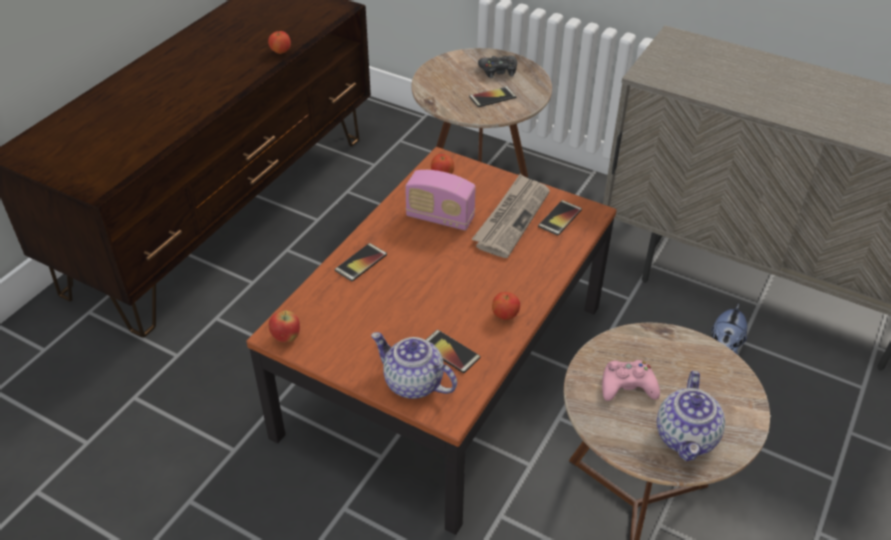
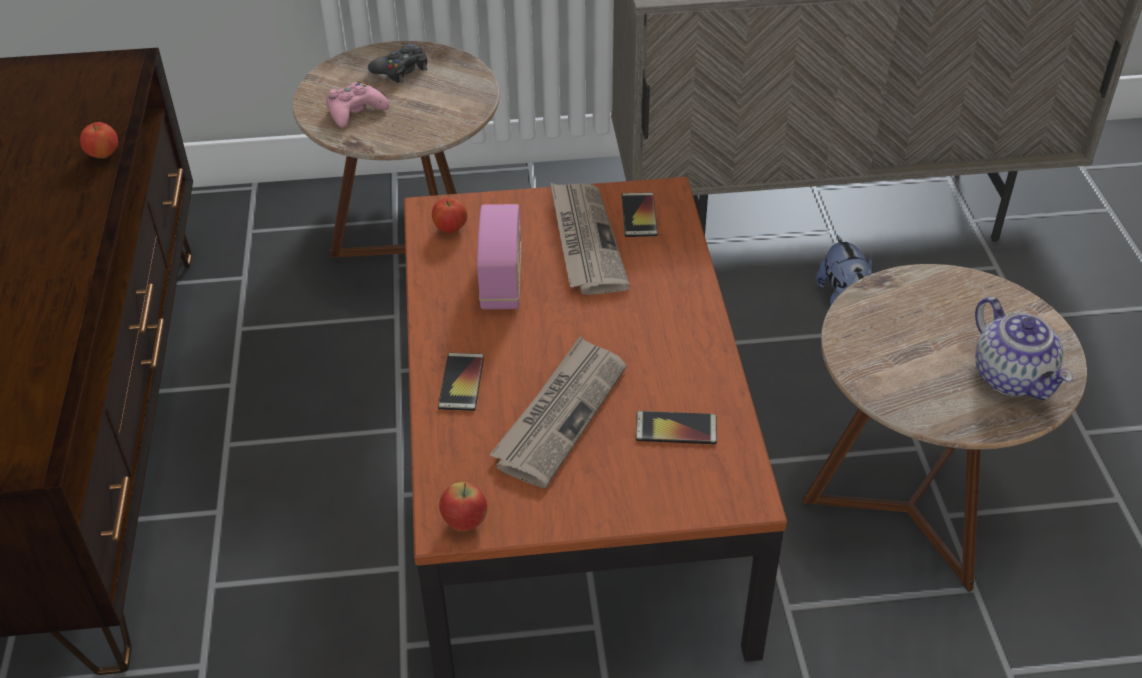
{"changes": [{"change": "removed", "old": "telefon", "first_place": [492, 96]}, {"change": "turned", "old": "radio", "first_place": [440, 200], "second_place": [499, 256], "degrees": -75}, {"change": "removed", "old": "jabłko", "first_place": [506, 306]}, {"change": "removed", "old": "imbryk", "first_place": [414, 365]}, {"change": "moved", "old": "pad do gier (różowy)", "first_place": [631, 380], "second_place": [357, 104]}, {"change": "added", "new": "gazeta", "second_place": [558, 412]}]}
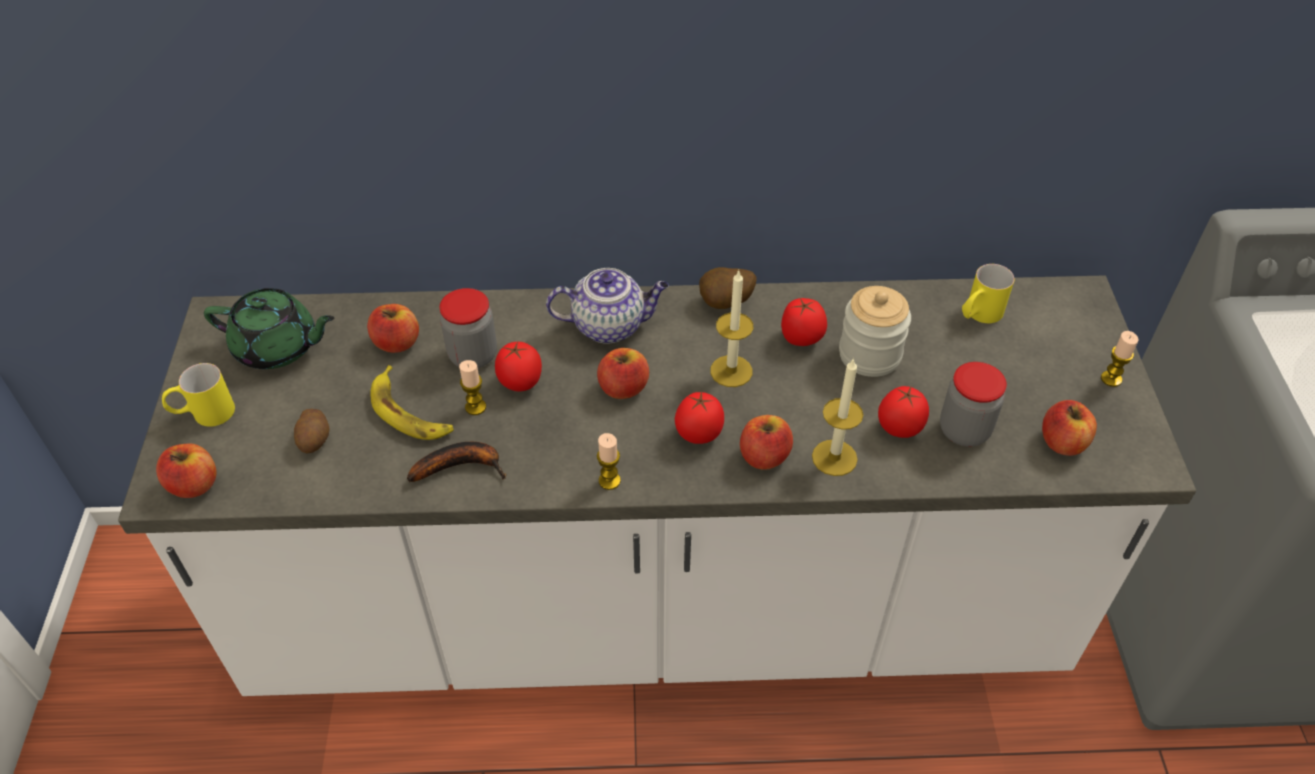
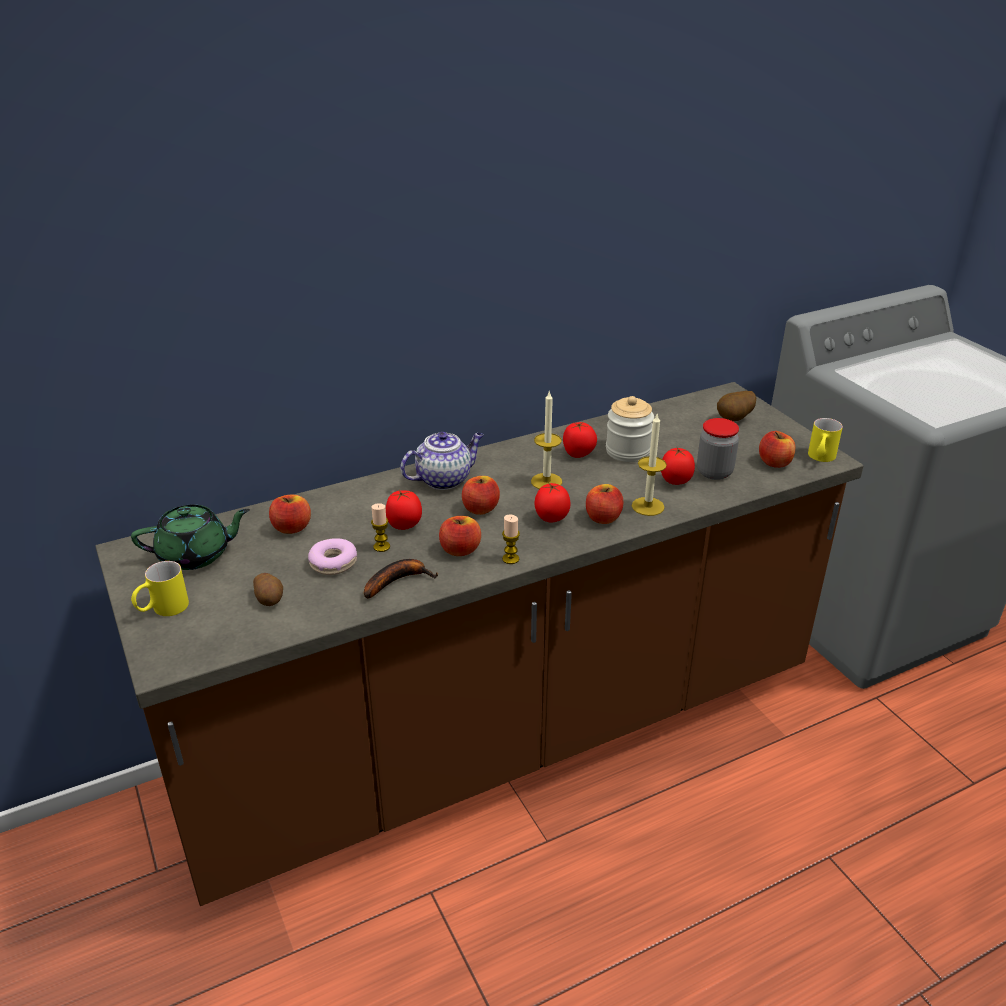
{"changes": [{"change": "moved", "old": "kubek (żółty)", "first_place": [988, 293], "second_place": [825, 440]}, {"change": "moved", "old": "ziemniak", "first_place": [728, 288], "second_place": [736, 406]}, {"change": "recoloured", "old": "zabudowa kuchenna (biały)", "new": "zabudowa kuchenna (brązowy)", "first_place": [657, 485], "second_place": [479, 644]}, {"change": "removed", "old": "słoik", "first_place": [468, 328]}, {"change": "removed", "old": "świeca", "first_place": [1119, 359]}, {"change": "replaced", "old": "banan", "new": "donut", "first_place": [412, 402], "second_place": [332, 556]}, {"change": "moved", "old": "jabłko", "first_place": [186, 471], "second_place": [460, 536]}]}
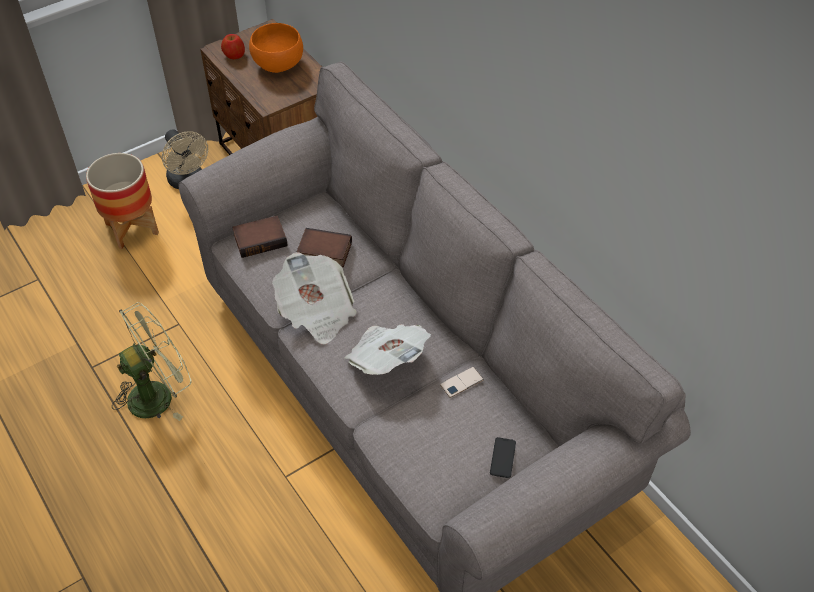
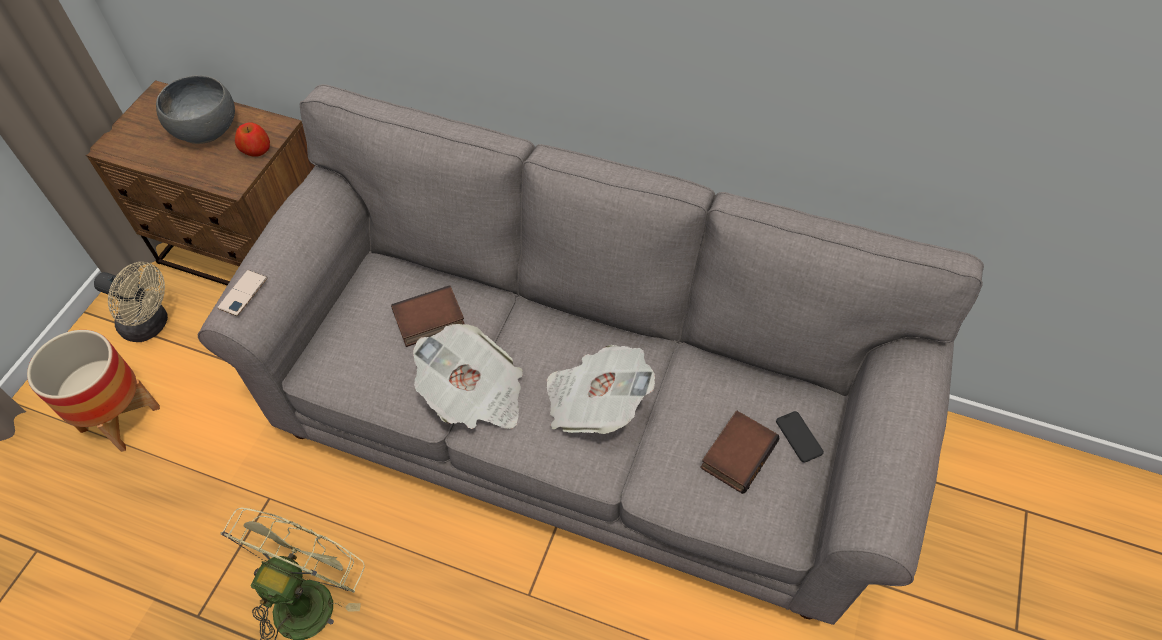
{"changes": [{"change": "recoloured", "old": "miska (pomarańczowy)", "new": "miska (szary)", "first_place": [276, 48], "second_place": [195, 109]}, {"change": "moved", "old": "jabłko", "first_place": [233, 46], "second_place": [252, 139]}, {"change": "moved", "old": "książka", "first_place": [259, 237], "second_place": [740, 452]}, {"change": "moved", "old": "telefon", "first_place": [462, 382], "second_place": [242, 293]}]}
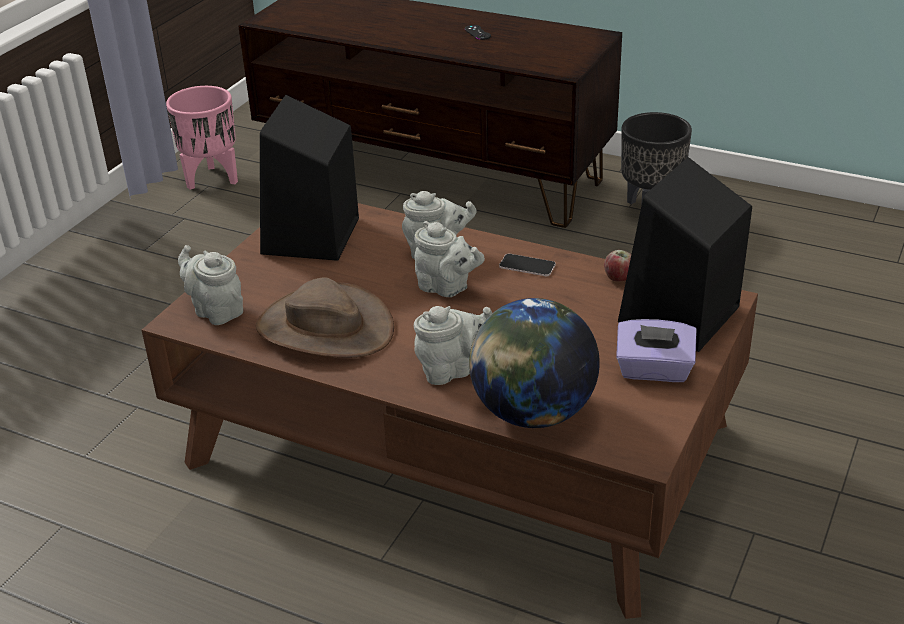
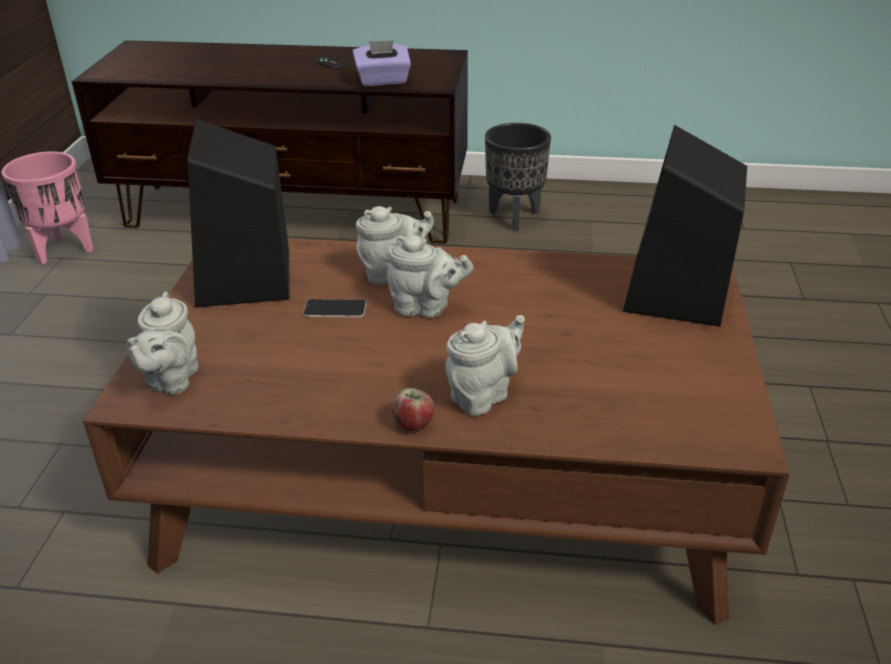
{"changes": [{"change": "turned", "old": "imbryk (szary)", "first_place": [210, 285], "second_place": [162, 343], "degrees": -105}, {"change": "moved", "old": "jabłko", "first_place": [617, 266], "second_place": [413, 409]}, {"change": "moved", "old": "telefon", "first_place": [527, 265], "second_place": [334, 308]}, {"change": "removed", "old": "kapelusz (brązowy)", "first_place": [325, 318]}, {"change": "removed", "old": "globus", "first_place": [534, 363]}, {"change": "moved", "old": "pudełko chusteczek (fioletowy)", "first_place": [656, 350], "second_place": [382, 63]}]}
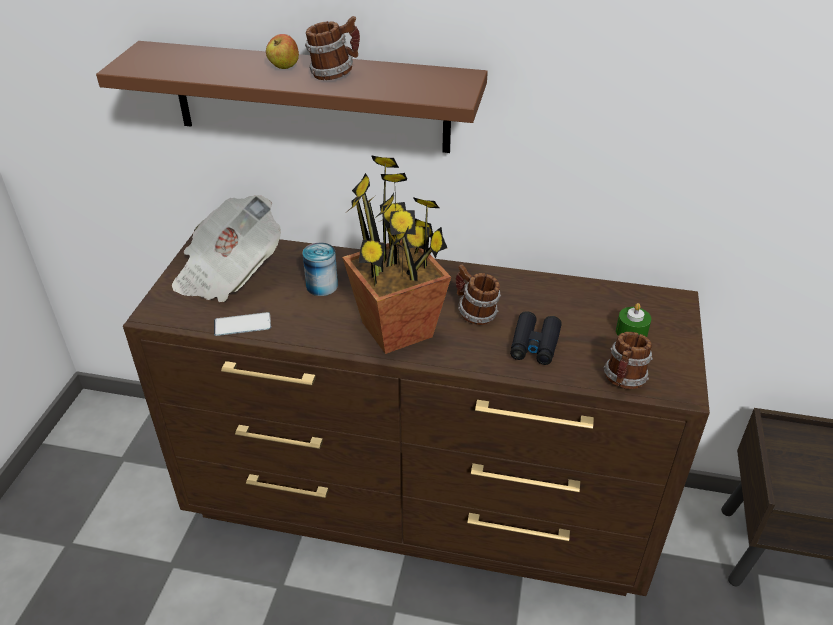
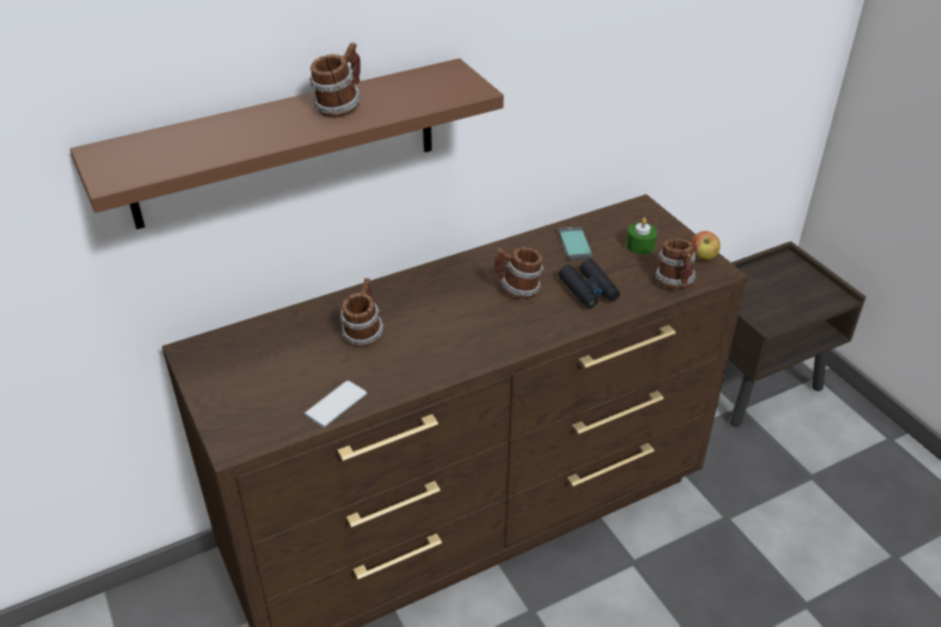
{"changes": [{"change": "moved", "old": "jabłko", "first_place": [282, 51], "second_place": [705, 245]}, {"change": "removed", "old": "roślina doniczkowa", "first_place": [396, 254]}, {"change": "removed", "old": "gazeta", "first_place": [226, 248]}, {"change": "replaced", "old": "puszka", "new": "kubek", "first_place": [320, 269], "second_place": [362, 312]}, {"change": "added", "new": "telefon", "second_place": [575, 243]}]}
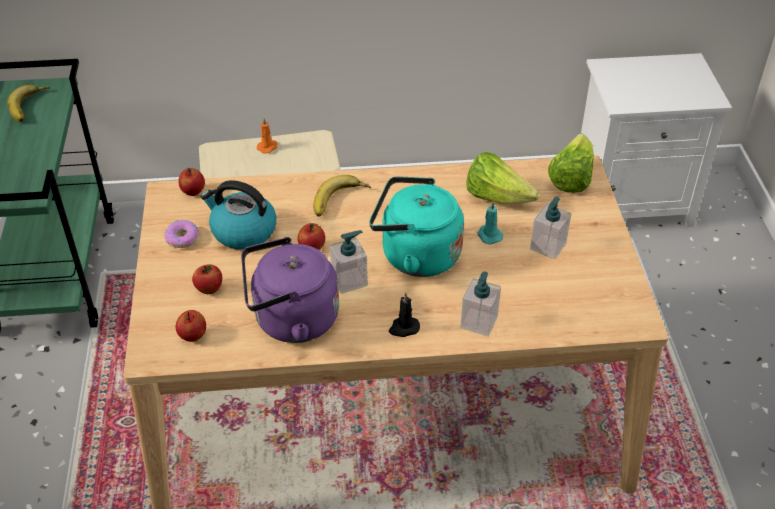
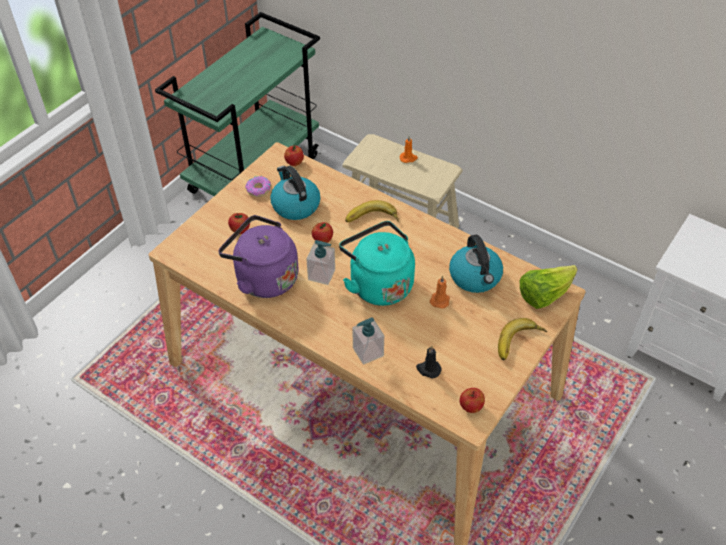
{"changes": [{"change": "moved", "old": "banan", "first_place": [29, 103], "second_place": [522, 339]}, {"change": "replaced", "old": "sałata", "new": "czajnik", "first_place": [503, 178], "second_place": [476, 264]}, {"change": "removed", "old": "dozownik mydła", "first_place": [550, 228]}, {"change": "recoloured", "old": "świeca (turkusowy)", "new": "świeca (pomarańczowy)", "first_place": [490, 222], "second_place": [440, 292]}, {"change": "moved", "old": "świeca (czarny)", "first_place": [404, 314], "second_place": [429, 362]}, {"change": "moved", "old": "jabłko", "first_place": [191, 326], "second_place": [472, 400]}]}
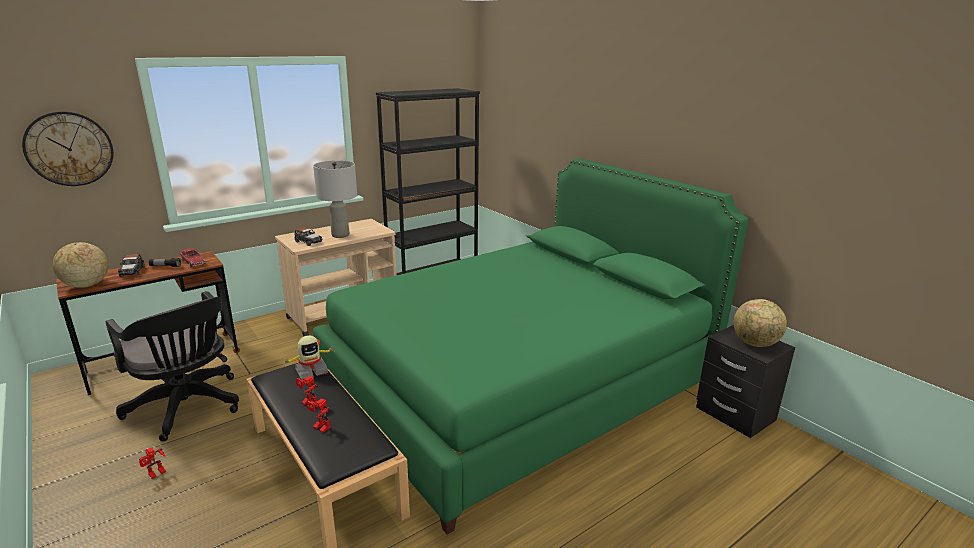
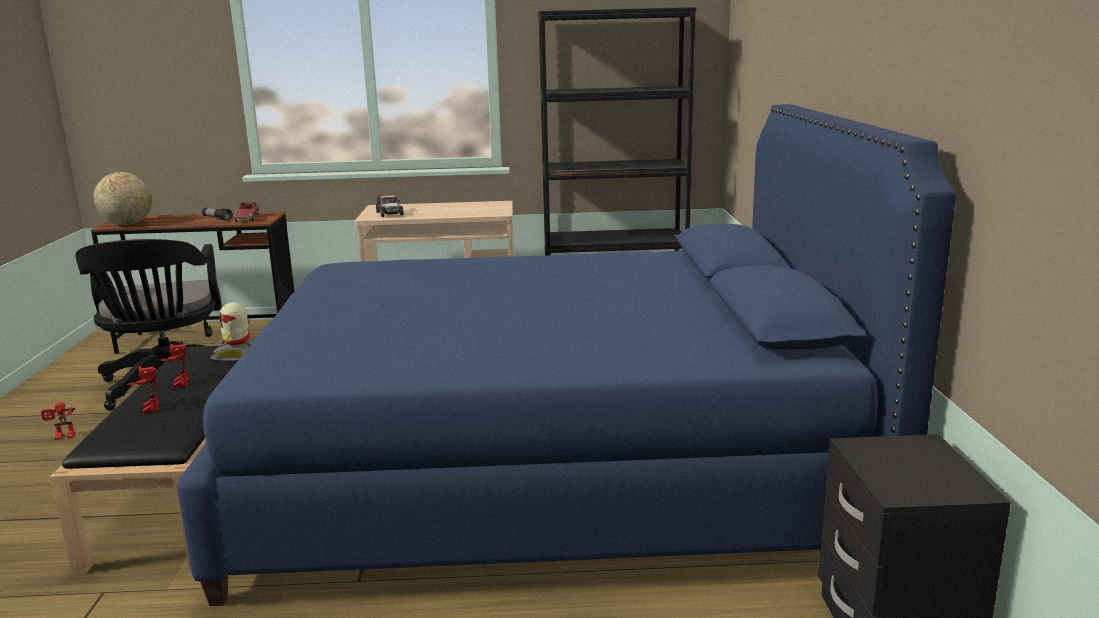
{"changes": [{"change": "removed", "old": "zegar ścienny", "first_place": [67, 148]}, {"change": "recoloured", "old": "łóżko (zielony)", "new": "łóżko (niebieski)", "first_place": [531, 346], "second_place": [566, 355]}, {"change": "removed", "old": "lampa stołowa (szary)", "first_place": [335, 199]}, {"change": "removed", "old": "samochodzik", "first_place": [131, 265]}, {"change": "removed", "old": "globus", "first_place": [760, 323]}, {"change": "turned", "old": "robot zabawkowy", "first_place": [308, 357], "second_place": [233, 331], "degrees": 90}]}
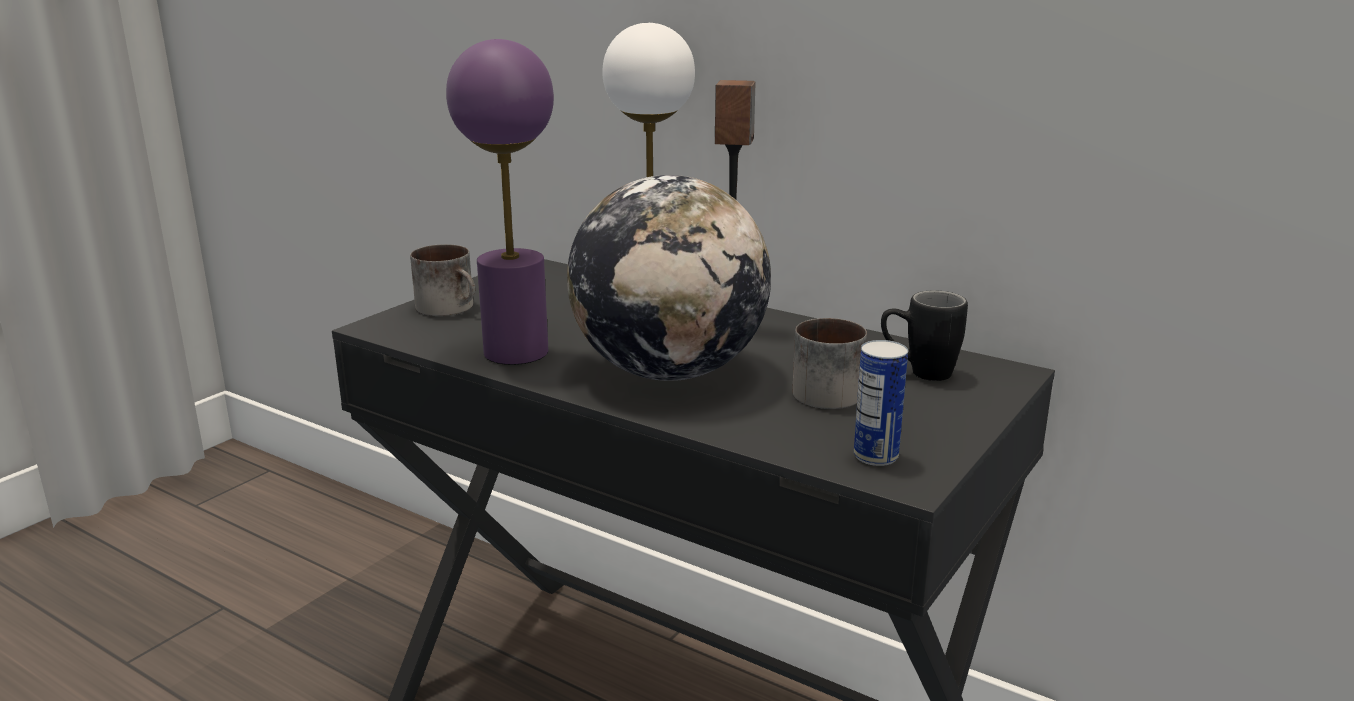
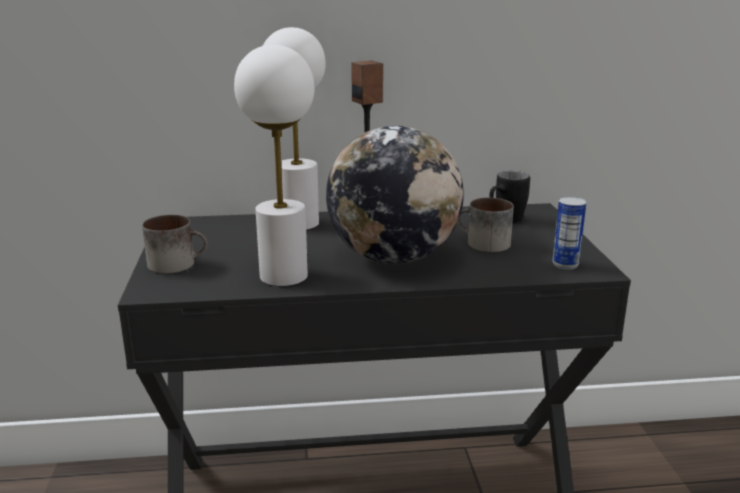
{"changes": [{"change": "recoloured", "old": "lampa stołowa (fioletowy)", "new": "lampa stołowa (biały)", "first_place": [500, 202], "second_place": [274, 165]}]}
